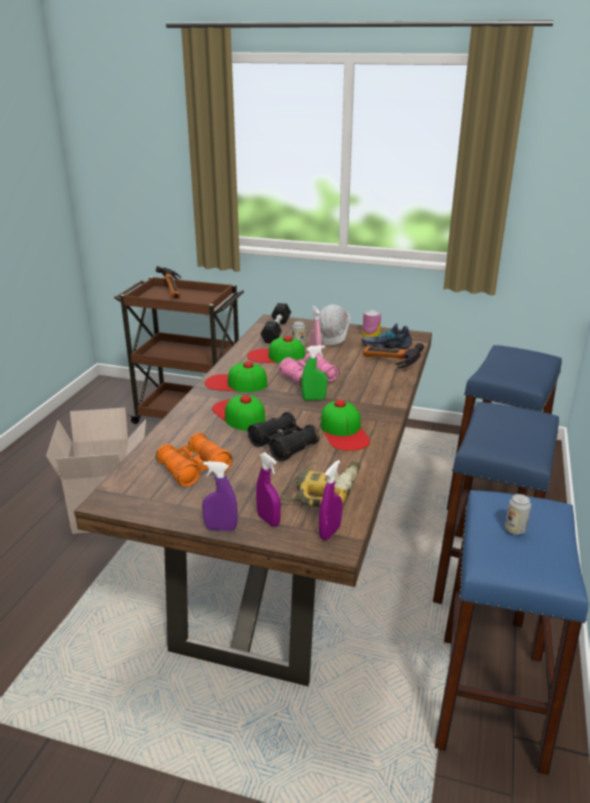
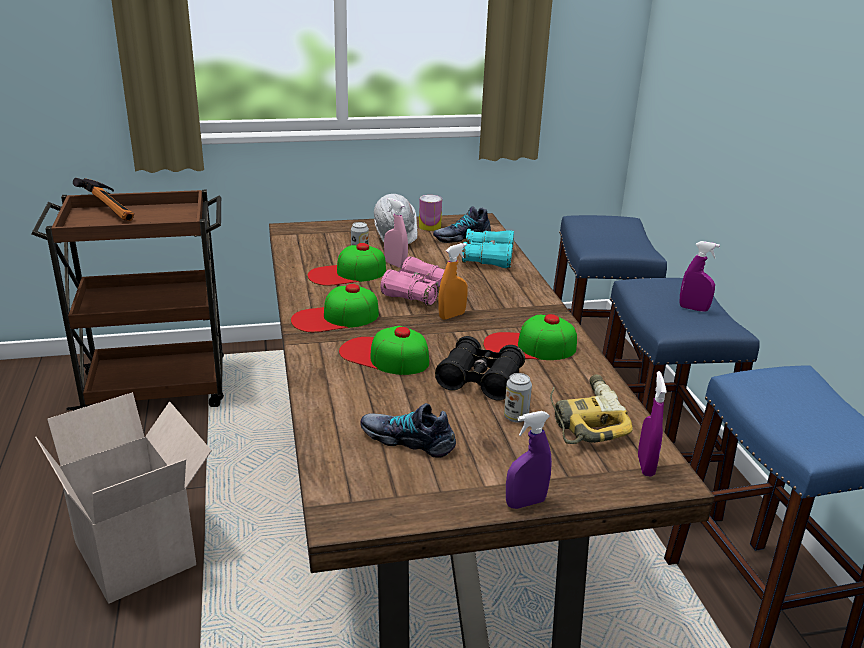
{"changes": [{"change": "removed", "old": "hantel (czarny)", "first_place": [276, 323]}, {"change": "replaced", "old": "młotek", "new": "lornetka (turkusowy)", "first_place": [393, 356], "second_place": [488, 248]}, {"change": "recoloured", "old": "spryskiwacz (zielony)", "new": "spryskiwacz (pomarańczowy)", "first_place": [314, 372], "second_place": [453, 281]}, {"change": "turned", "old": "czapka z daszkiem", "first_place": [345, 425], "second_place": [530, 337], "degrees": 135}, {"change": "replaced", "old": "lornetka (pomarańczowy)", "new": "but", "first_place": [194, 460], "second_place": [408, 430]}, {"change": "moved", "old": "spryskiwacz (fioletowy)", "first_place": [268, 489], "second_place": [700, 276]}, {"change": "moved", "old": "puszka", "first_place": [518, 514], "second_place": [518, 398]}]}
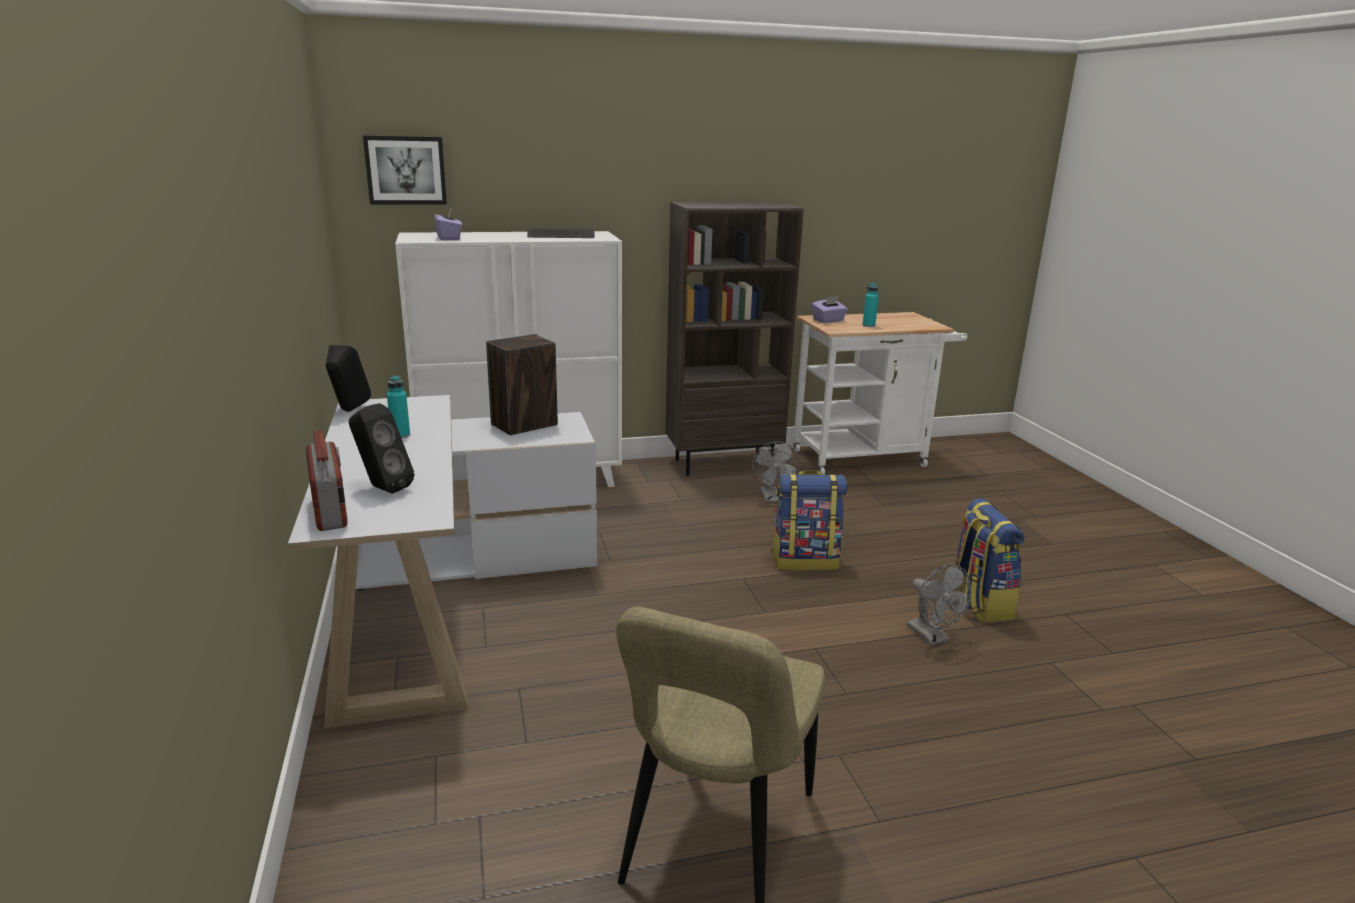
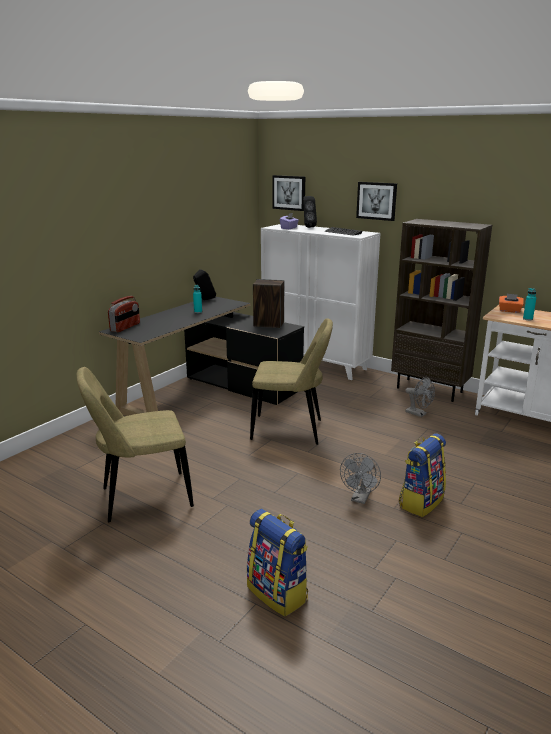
{"changes": [{"change": "recoloured", "old": "pudełko chusteczek (fioletowy)", "new": "pudełko chusteczek (pomarańczowy)", "first_place": [830, 309], "second_place": [511, 303]}, {"change": "recoloured", "old": "biurko (biały)", "new": "biurko (czarny)", "first_place": [442, 561], "second_place": [201, 356]}, {"change": "moved", "old": "głośnik (czarny)", "first_place": [381, 448], "second_place": [310, 212]}, {"change": "turned", "old": "wentylator (szary)", "first_place": [776, 471], "second_place": [420, 397], "degrees": -90}, {"change": "moved", "old": "plecak", "first_place": [809, 520], "second_place": [277, 563]}, {"change": "added", "new": "obraz", "second_place": [376, 201]}, {"change": "added", "new": "krzesło (beżowy)", "second_place": [291, 381]}]}
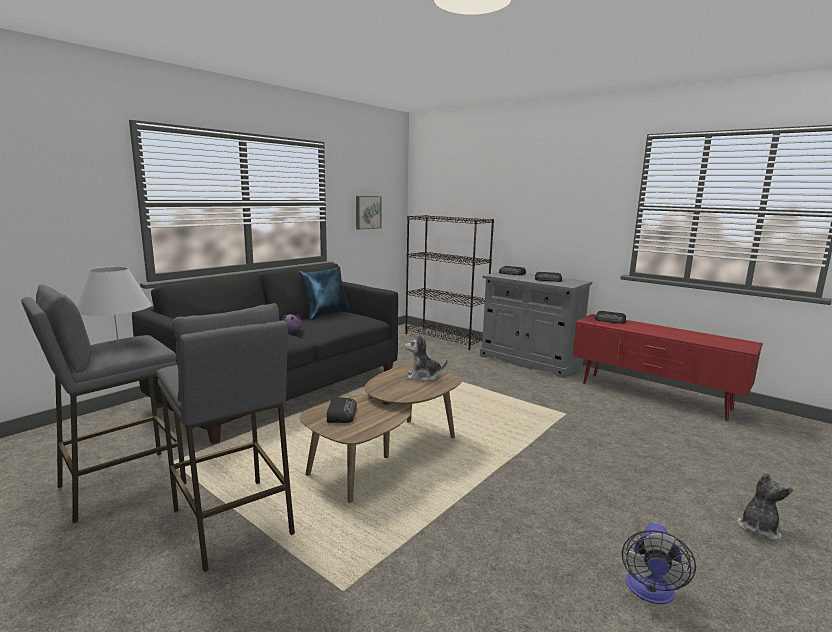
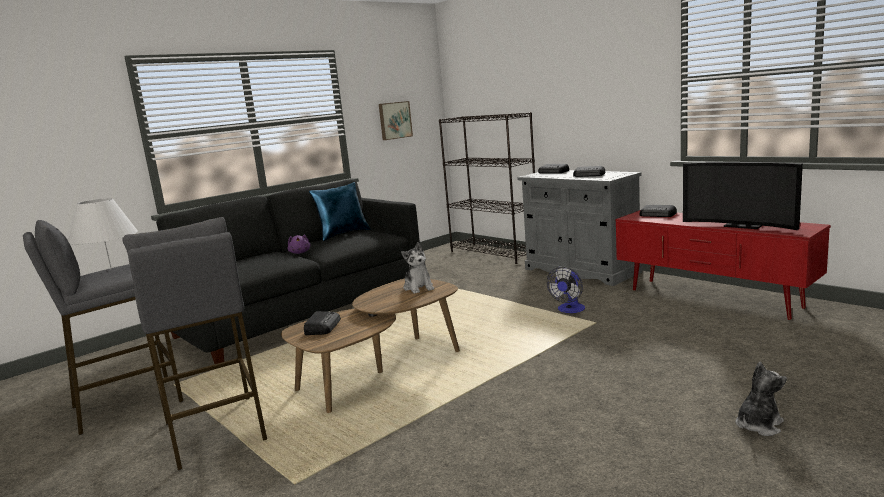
{"changes": [{"change": "turned", "old": "pluszak", "first_place": [426, 357], "second_place": [417, 268], "degrees": -120}, {"change": "moved", "old": "wentylator", "first_place": [659, 563], "second_place": [566, 290]}, {"change": "added", "new": "telewizor", "second_place": [743, 196]}]}
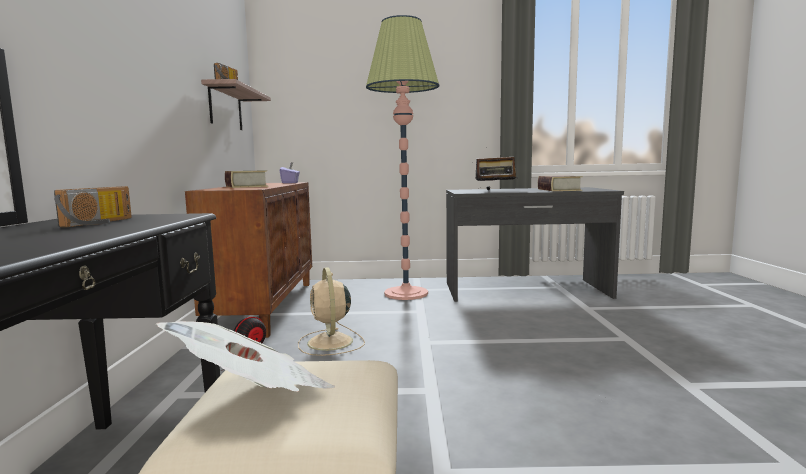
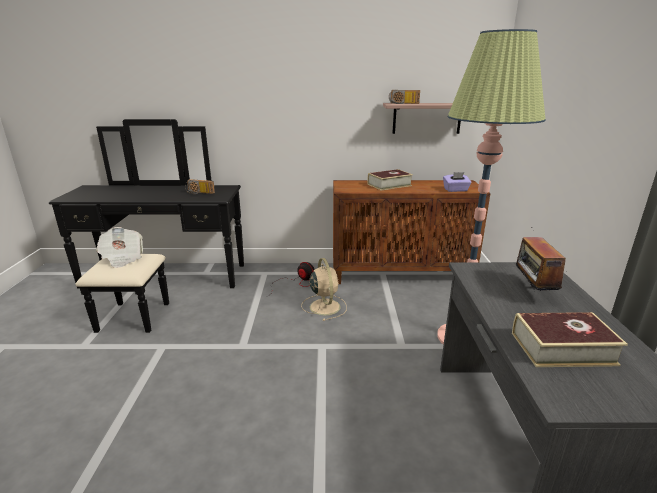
{"changes": [{"change": "turned", "old": "wentylator (beżowy)", "first_place": [331, 311], "second_place": [324, 289], "degrees": 90}]}
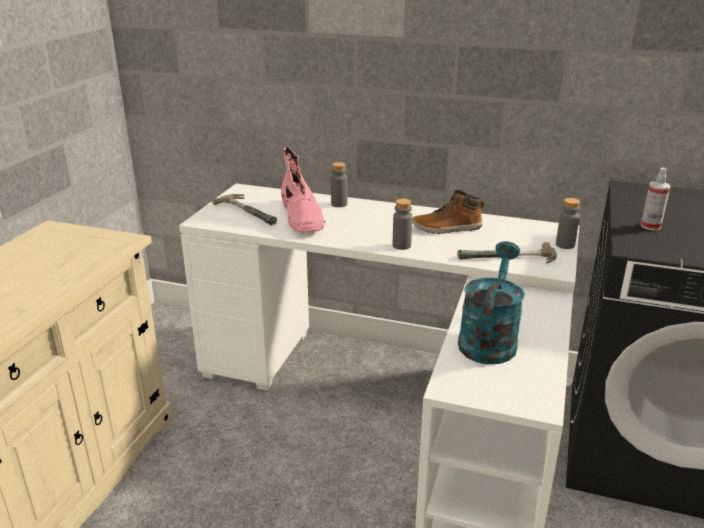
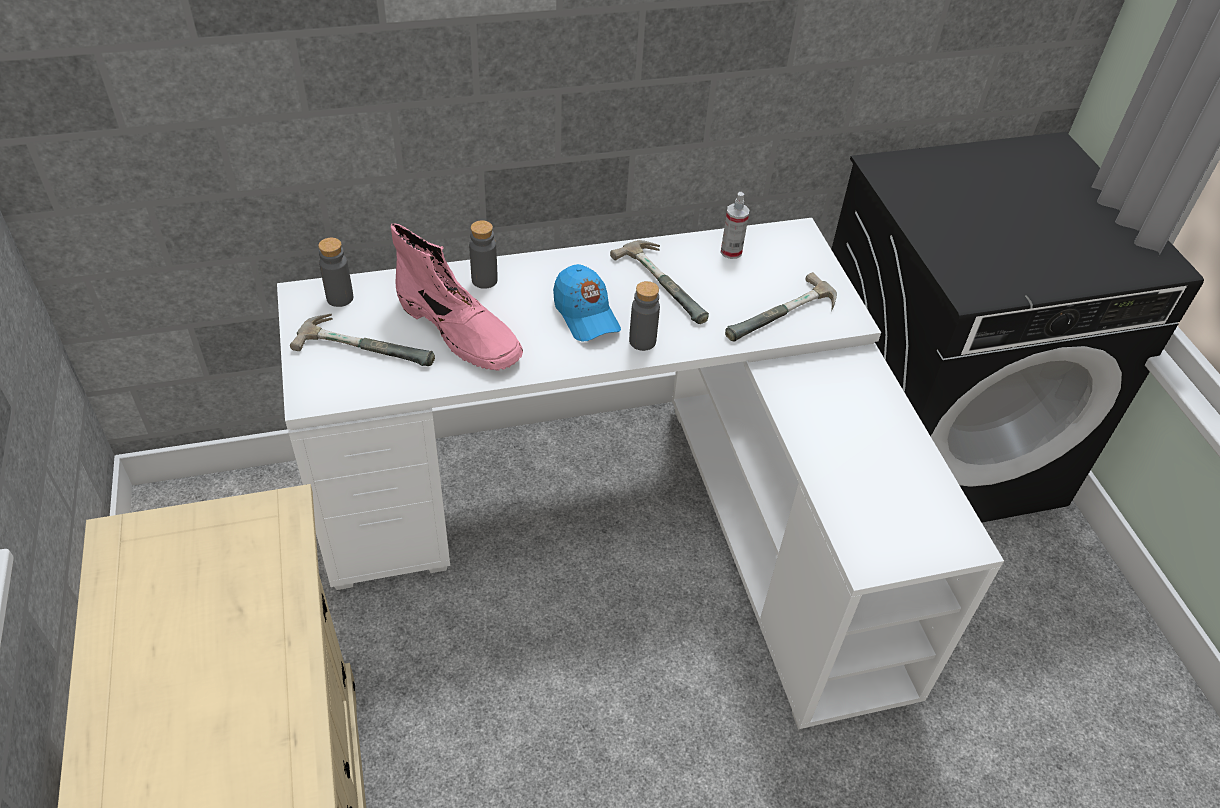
{"changes": [{"change": "moved", "old": "spryskiwacz", "first_place": [656, 199], "second_place": [735, 225]}, {"change": "replaced", "old": "but z cholewką", "new": "młotek", "first_place": [448, 212], "second_place": [659, 282]}, {"change": "moved", "old": "butelka (szary)", "first_place": [568, 223], "second_place": [335, 272]}, {"change": "removed", "old": "konewka (turkusowy)", "first_place": [491, 302]}, {"change": "added", "new": "czapka z daszkiem (niebieski)", "second_place": [587, 303]}]}
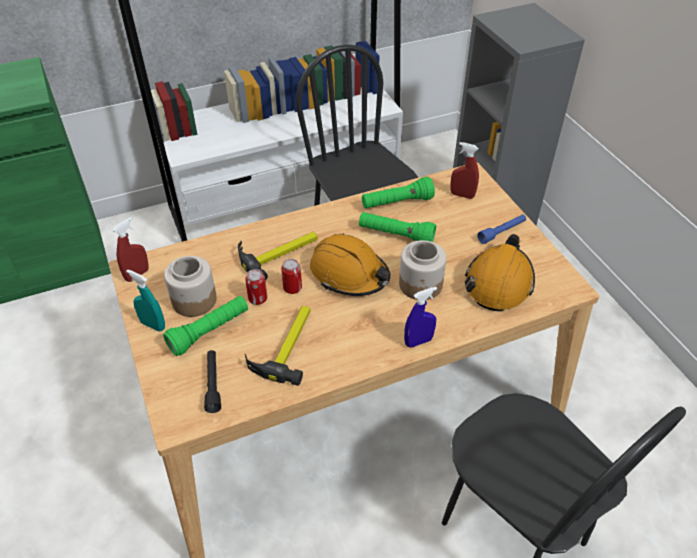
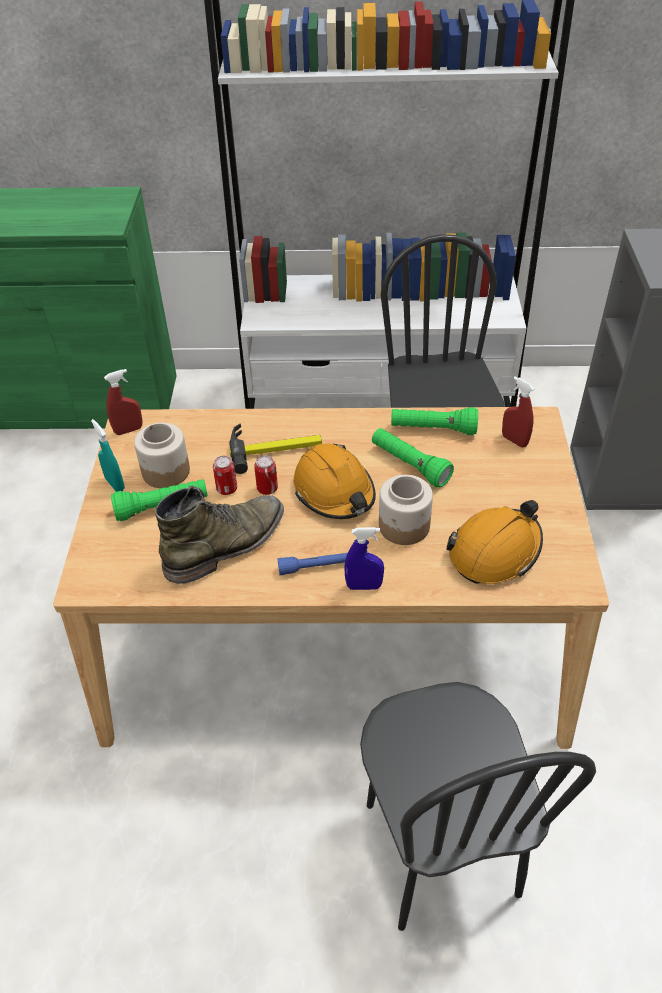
{"changes": [{"change": "moved", "old": "latarka (niebieski)", "first_place": [501, 229], "second_place": [312, 564]}, {"change": "replaced", "old": "młotek", "new": "but z cholewką (zielony)", "first_place": [277, 346], "second_place": [219, 535]}, {"change": "removed", "old": "latarka (czarny)", "first_place": [212, 381]}]}
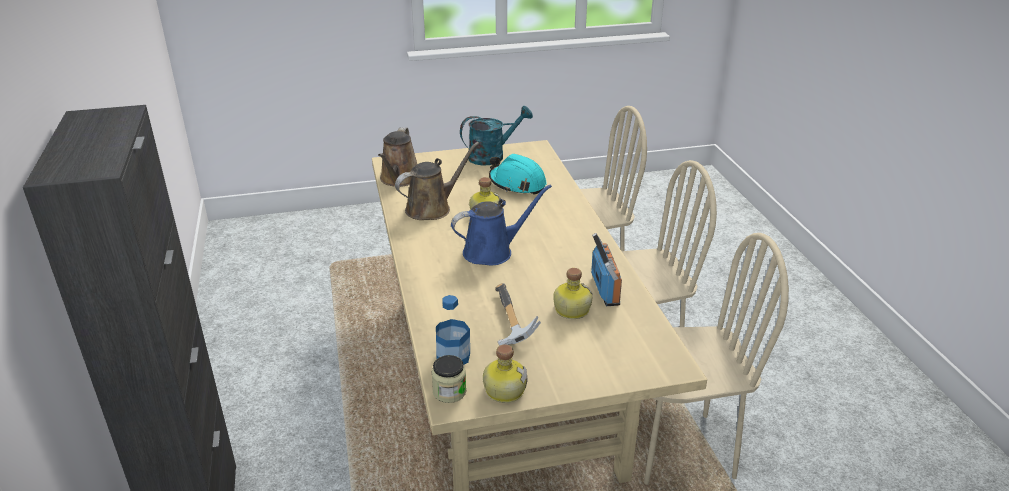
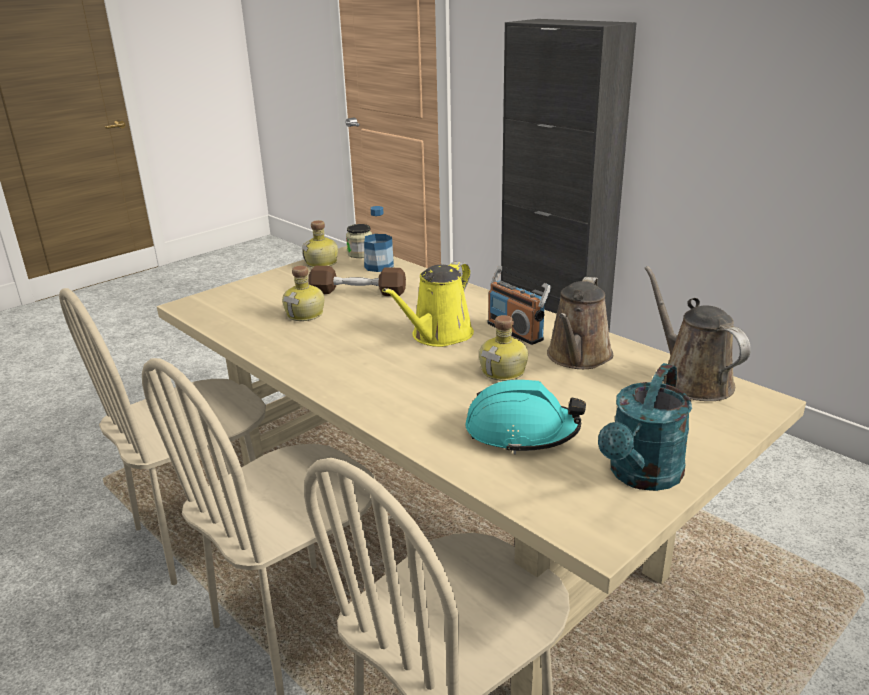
{"changes": [{"change": "recoloured", "old": "konewka (niebieski)", "new": "konewka (żółty)", "first_place": [501, 225], "second_place": [428, 304]}, {"change": "moved", "old": "radio", "first_place": [606, 269], "second_place": [519, 305]}, {"change": "replaced", "old": "młotek", "new": "hantel (brązowy)", "first_place": [518, 314], "second_place": [357, 281]}]}
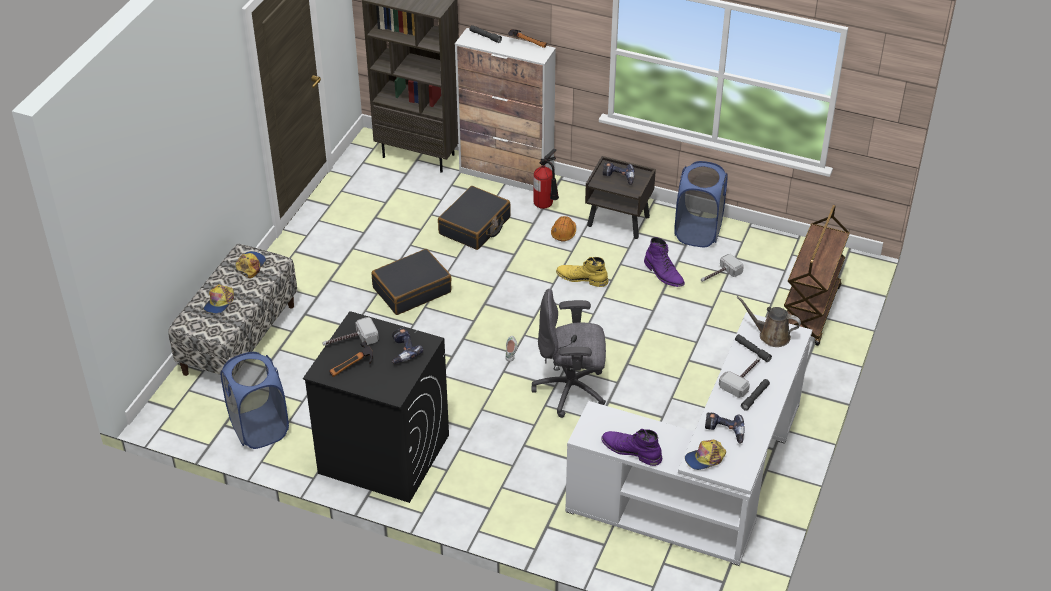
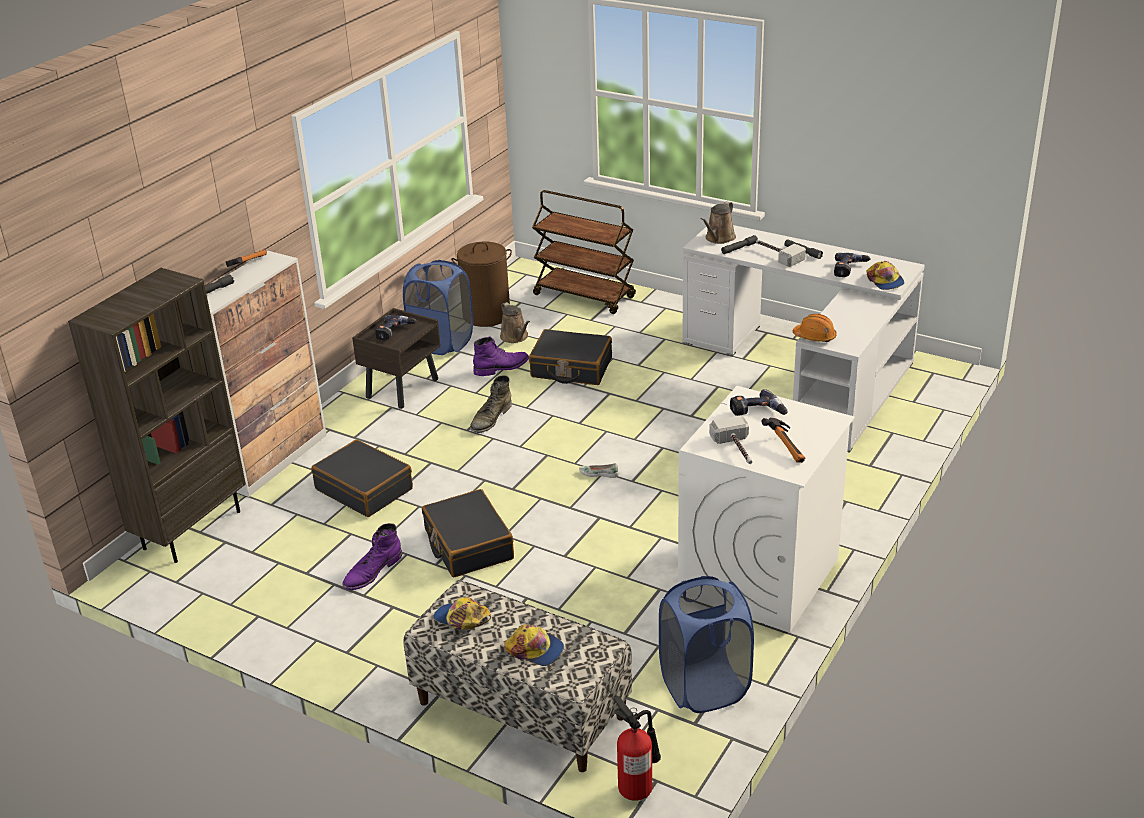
{"changes": [{"change": "moved", "old": "gaśnica", "first_place": [546, 179], "second_place": [637, 748]}, {"change": "moved", "old": "kask (pomarańczowy)", "first_place": [563, 229], "second_place": [815, 328]}, {"change": "replaced", "old": "młotek", "new": "konewka (brązowy)", "first_place": [722, 268], "second_place": [515, 322]}, {"change": "recoloured", "old": "but z cholewką (żółty)", "new": "but z cholewką (zielony)", "first_place": [582, 272], "second_place": [491, 404]}, {"change": "removed", "old": "krzesło biurowe (szary)", "first_place": [568, 353]}, {"change": "recoloured", "old": "pralka (czarny)", "new": "pralka (biały)", "first_place": [376, 407], "second_place": [766, 509]}, {"change": "moved", "old": "but z cholewką (fioletowy)", "first_place": [631, 447], "second_place": [372, 556]}, {"change": "added", "new": "kosz na pranie (brązowy)", "second_place": [481, 284]}, {"change": "added", "new": "walizka (czarny)", "second_place": [570, 357]}]}
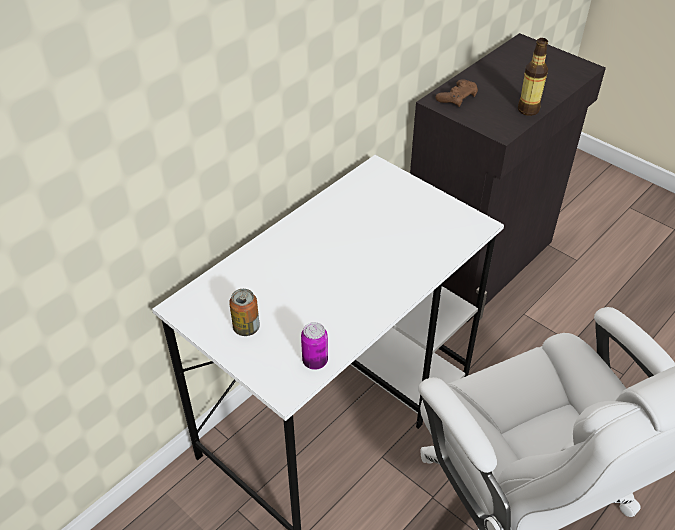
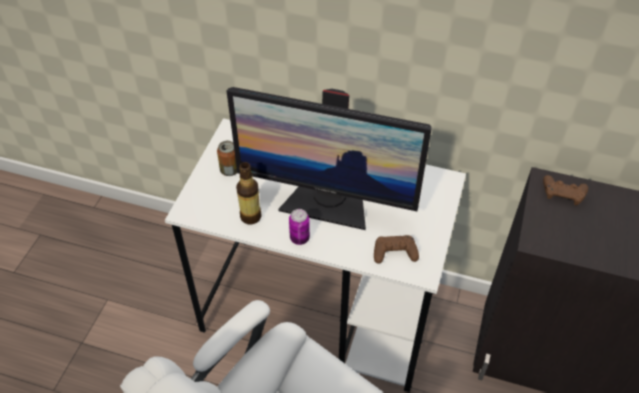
{"changes": [{"change": "moved", "old": "butelka", "first_place": [533, 77], "second_place": [248, 193]}, {"change": "moved", "old": "puszka", "first_place": [314, 346], "second_place": [299, 227]}, {"change": "added", "new": "monitor", "second_place": [329, 158]}, {"change": "added", "new": "pad do gier (brązowy)", "second_place": [396, 249]}]}
